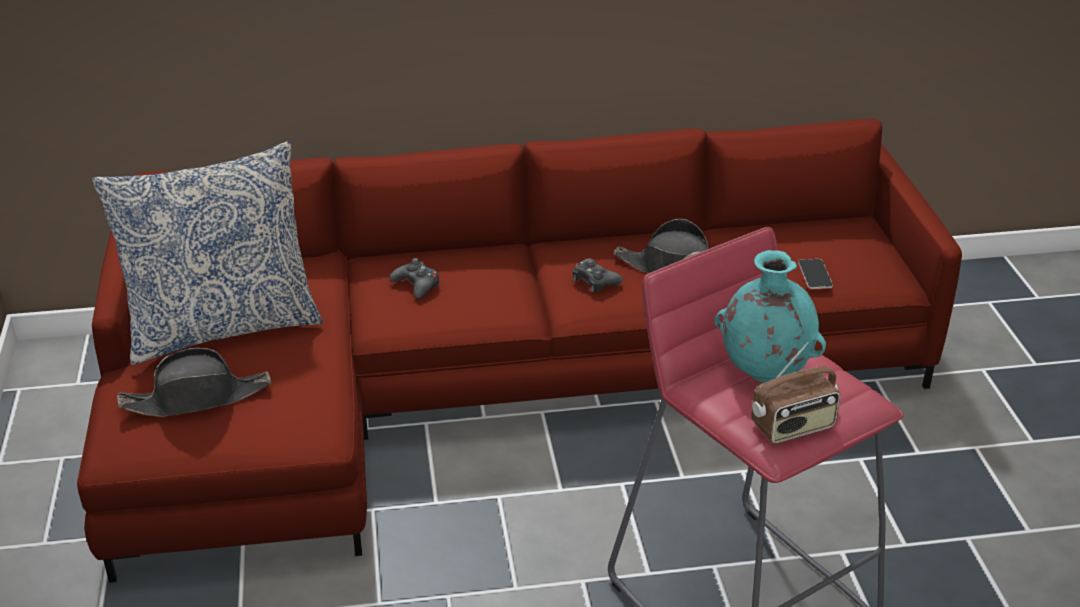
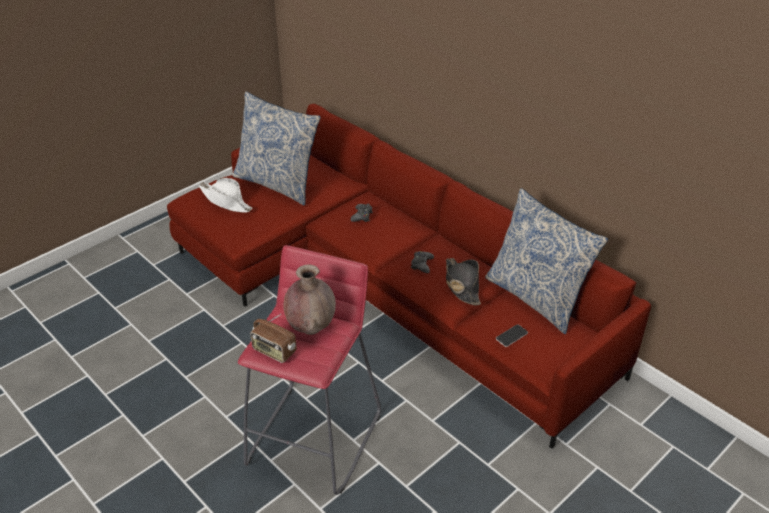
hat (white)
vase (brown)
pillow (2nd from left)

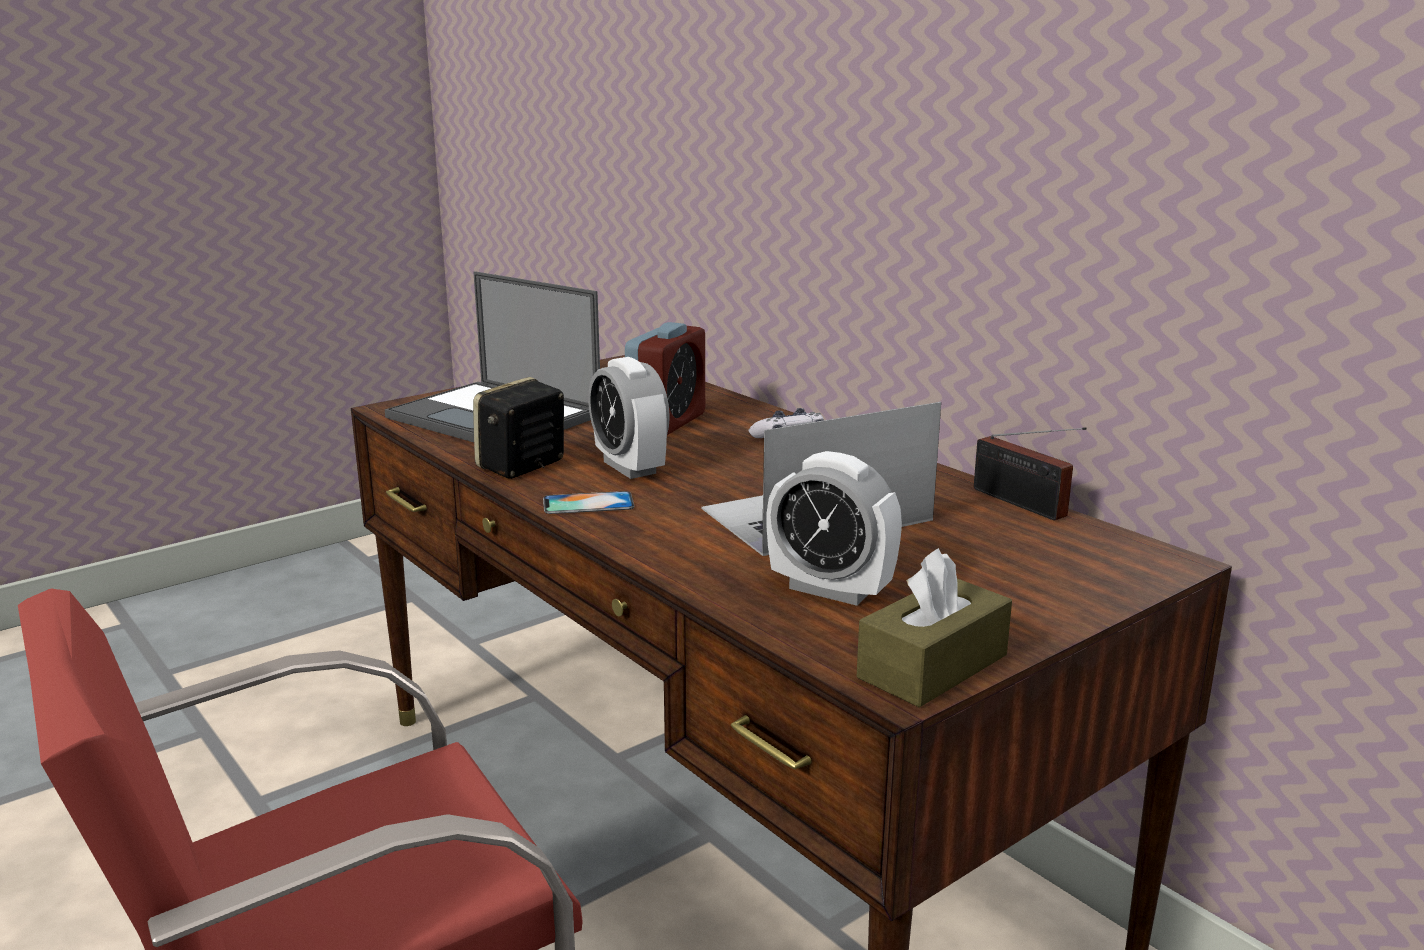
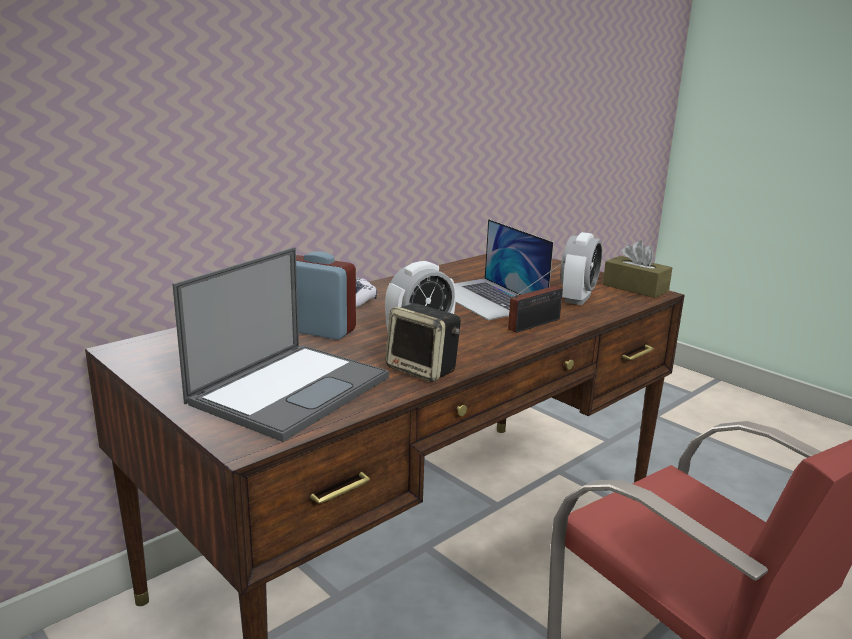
radio
phone

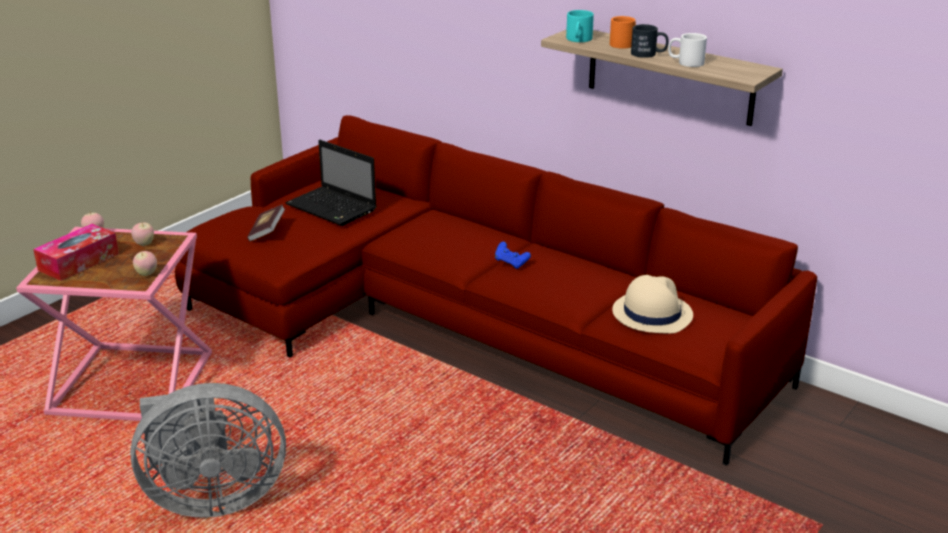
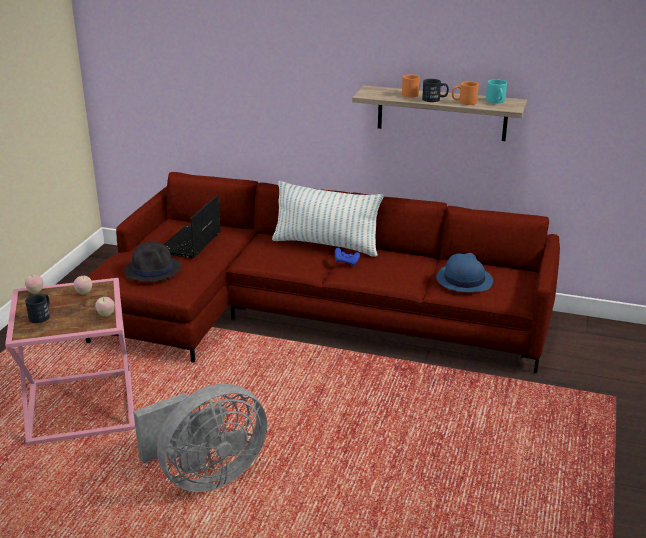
mug (black) (1st from left)
hat (black)
laptop
pillow
hat (blue)
mug (orange) (2nd from left)
mug (turquoise)

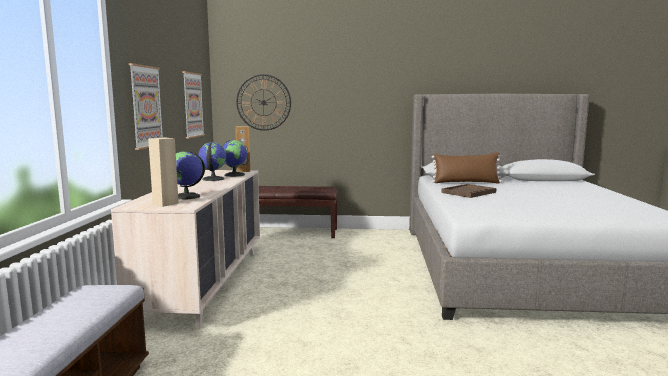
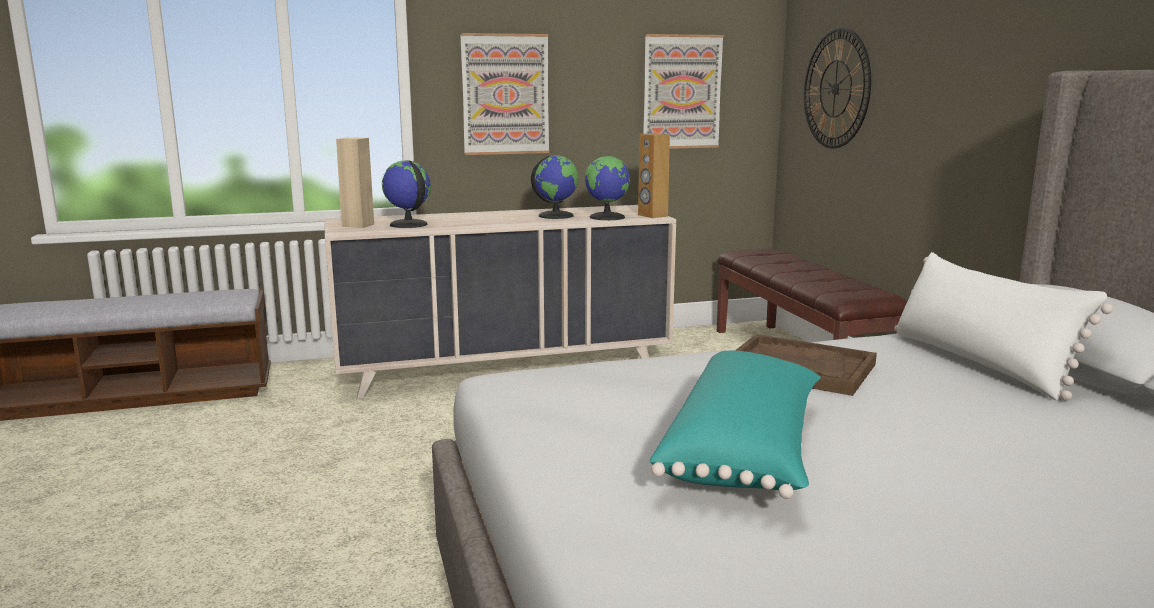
pillow (turquoise)
pillow (white)

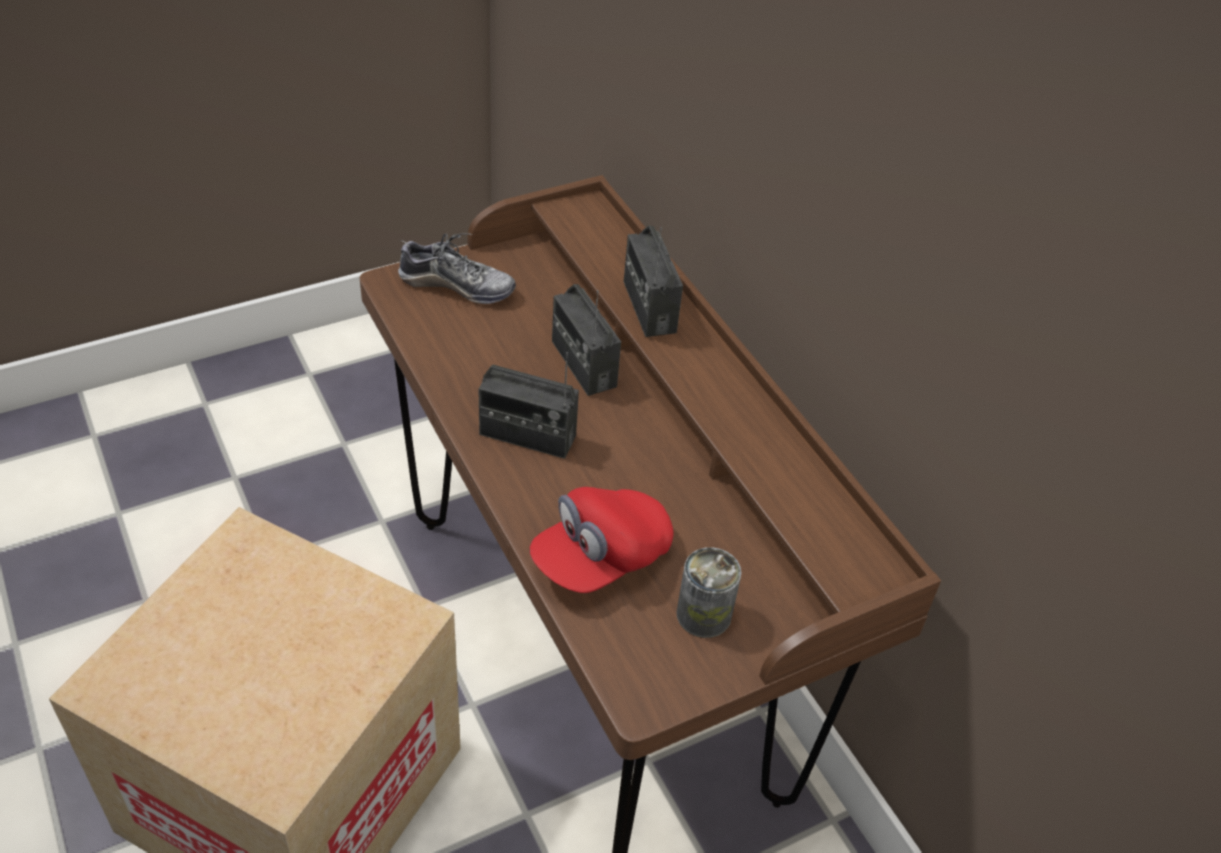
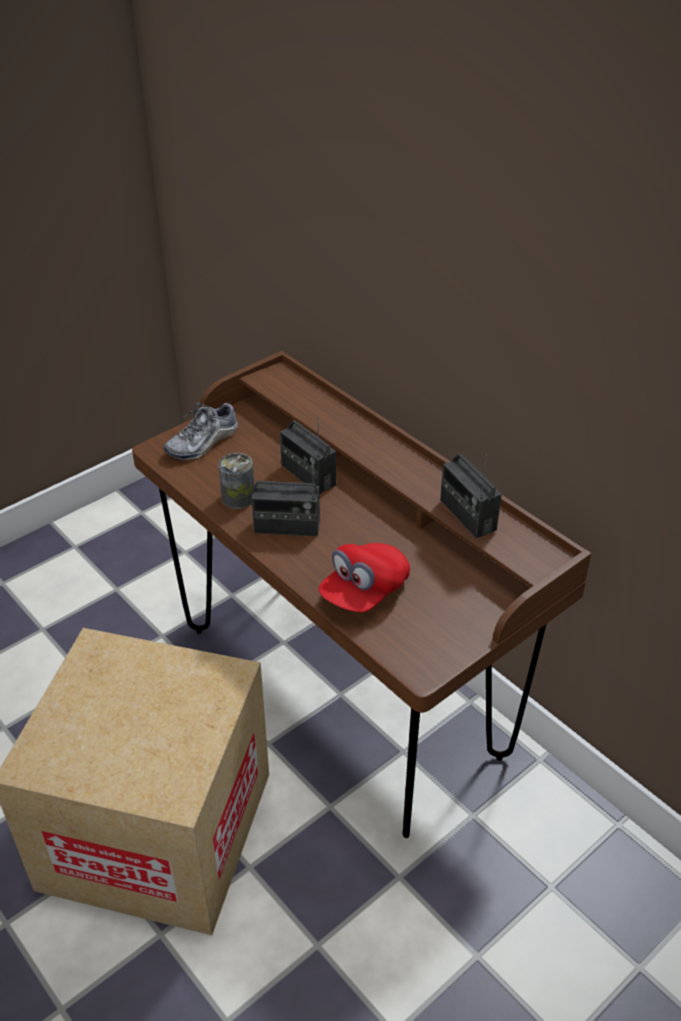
shoe
can
radio (3rd from left)

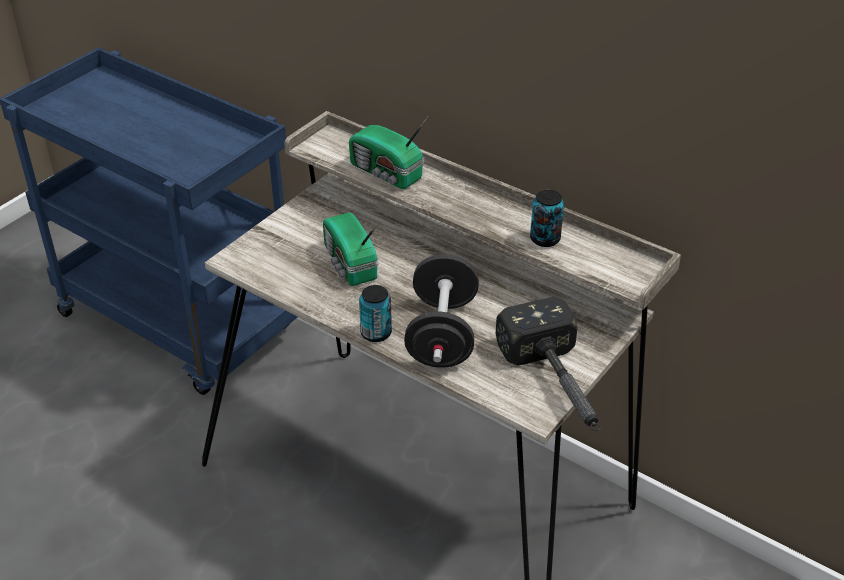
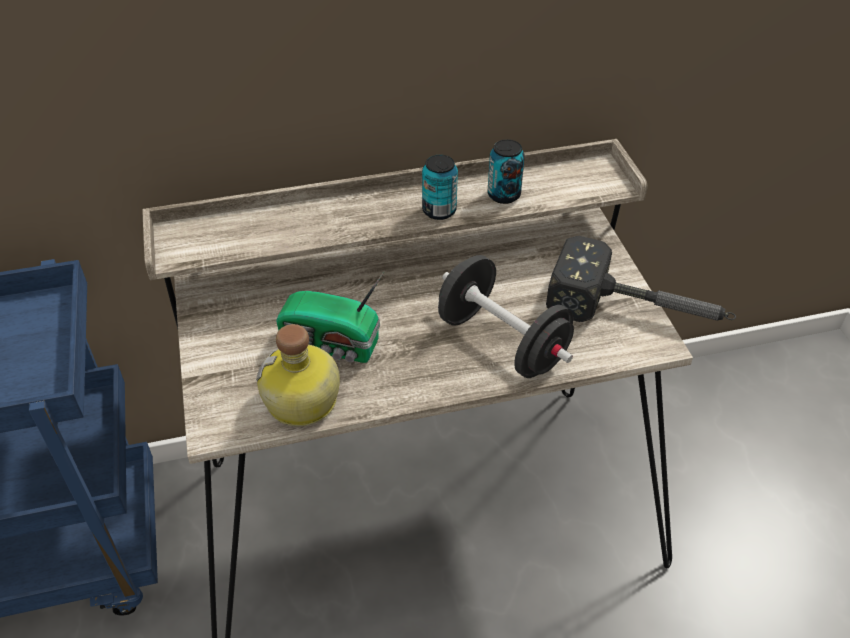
bottle
can (1st from left)
radio (2nd from left in the first image)

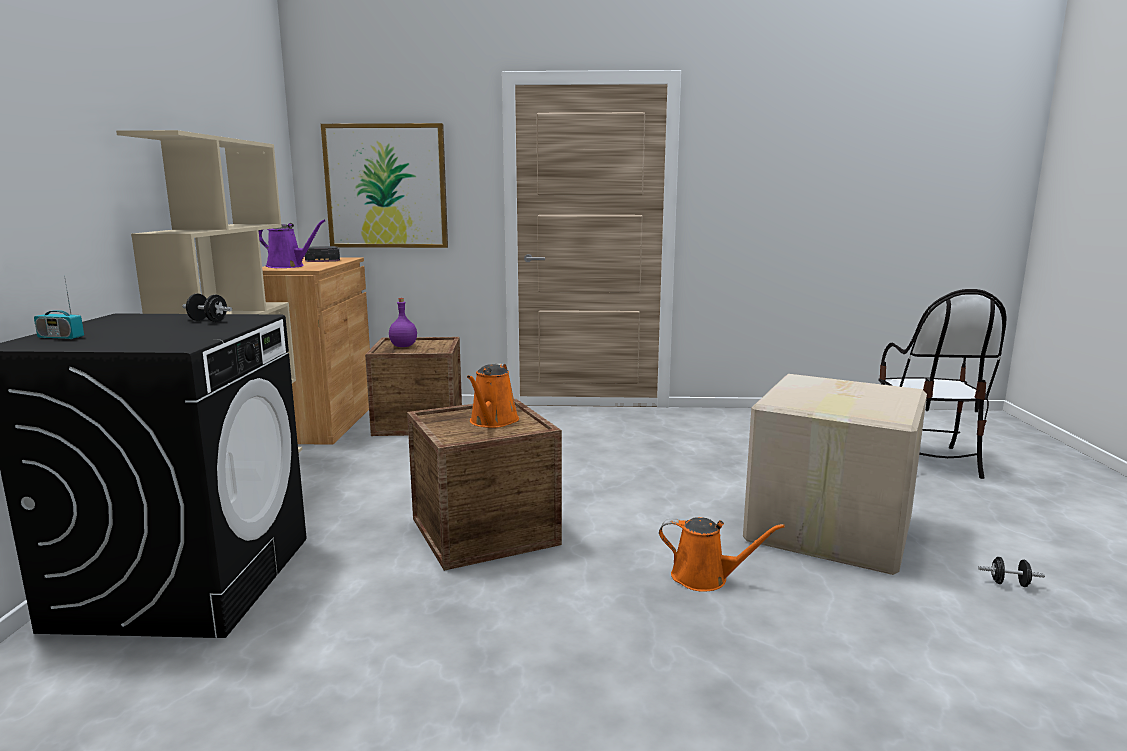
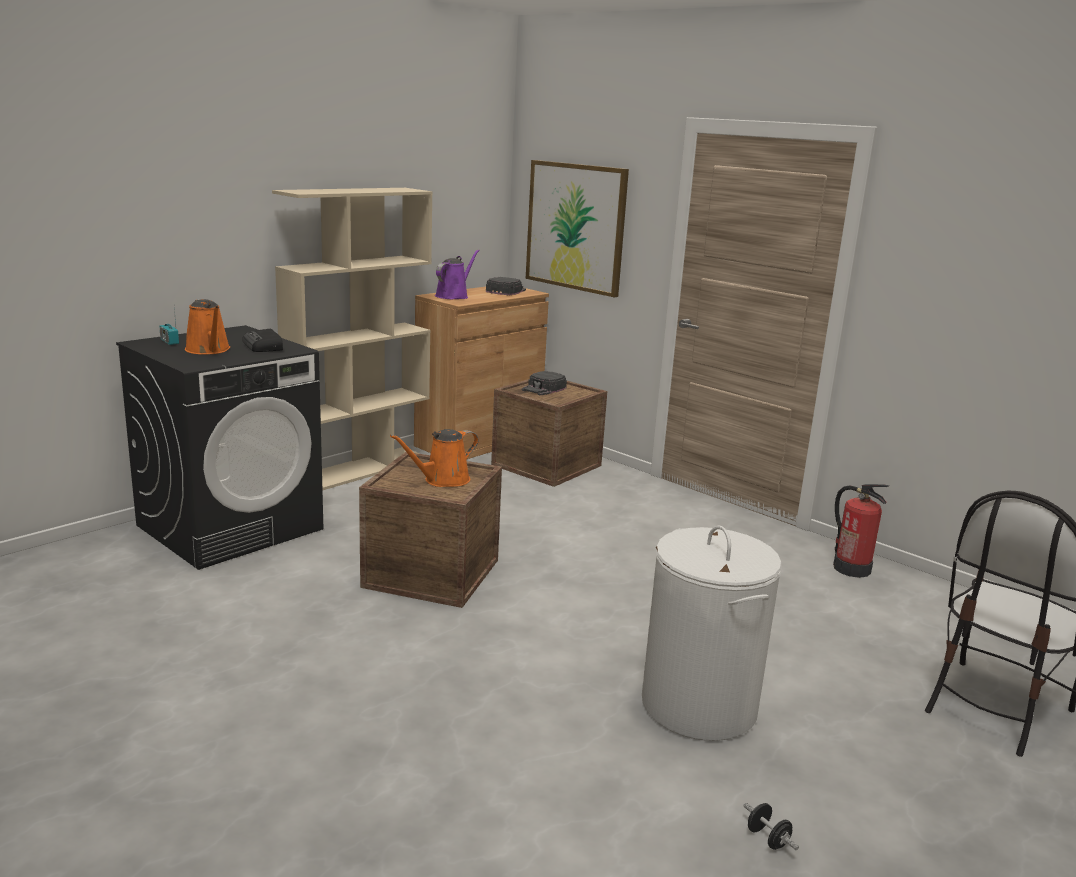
watering can (orange) (1st from left)
radio (2nd from left)
watering can (purple)
cap (black) (2nd from left)
laundry basket (white)
fire extinguisher

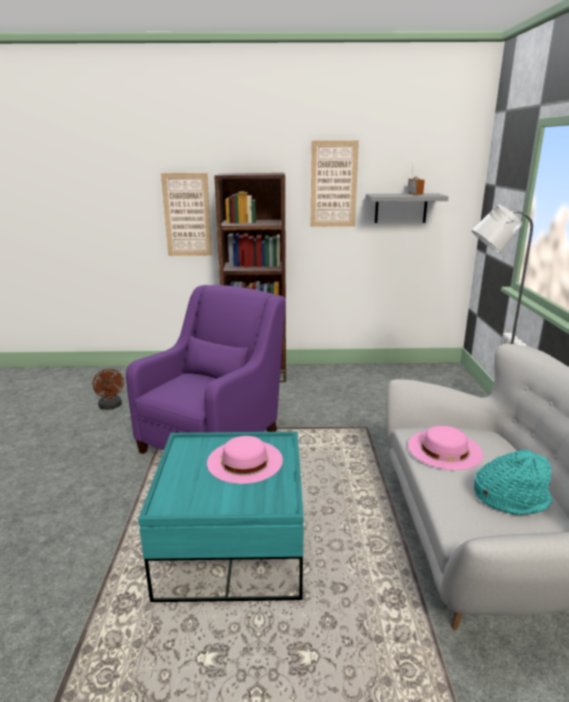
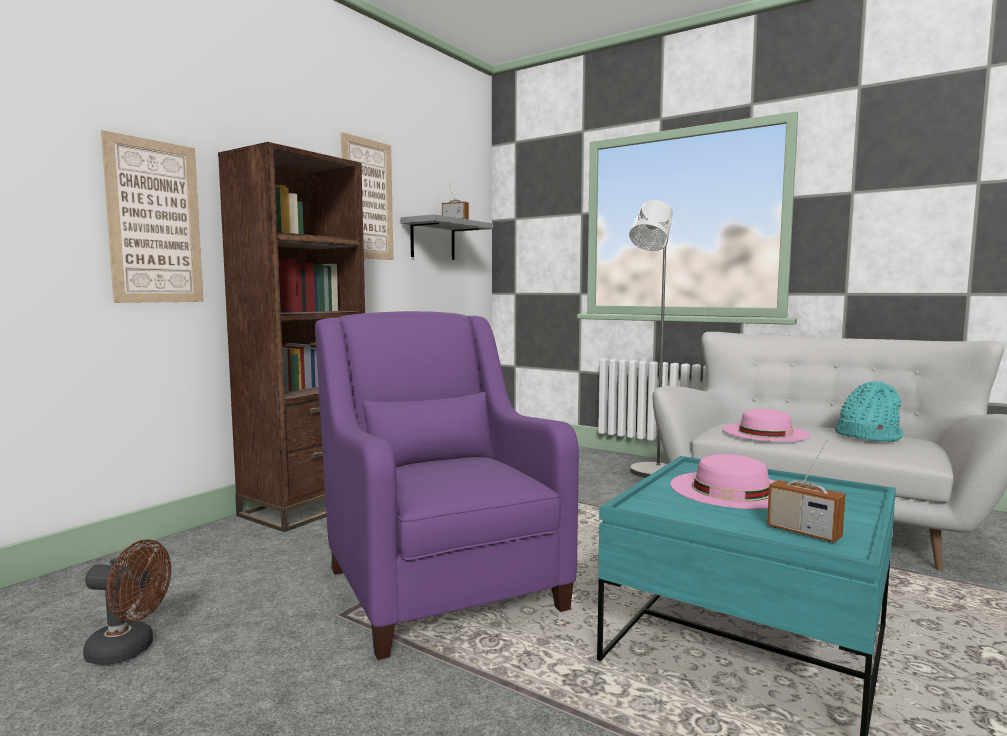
radio (2nd from left)

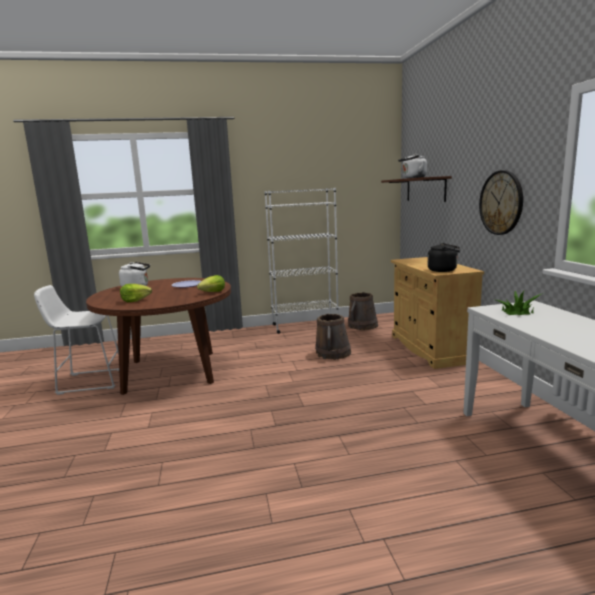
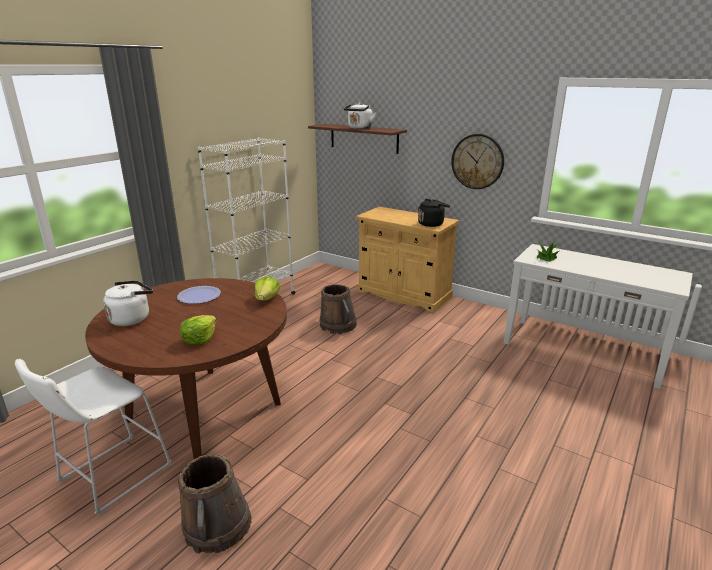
bucket (brown) (1st from left)

